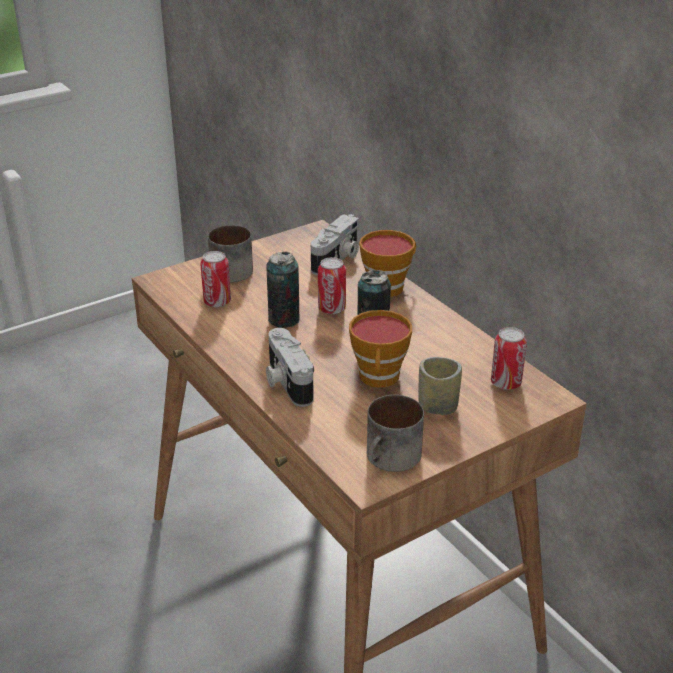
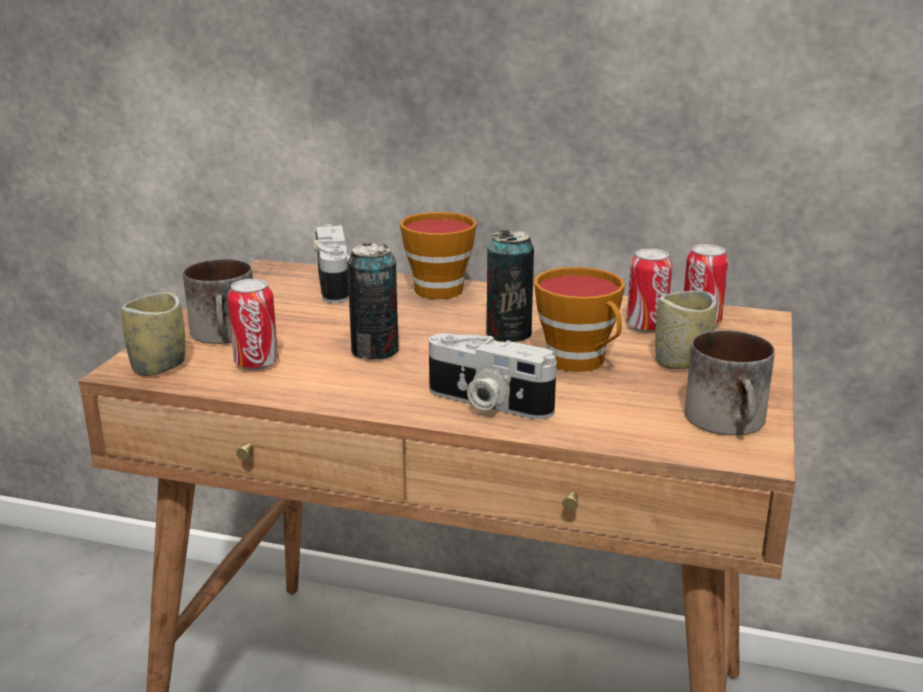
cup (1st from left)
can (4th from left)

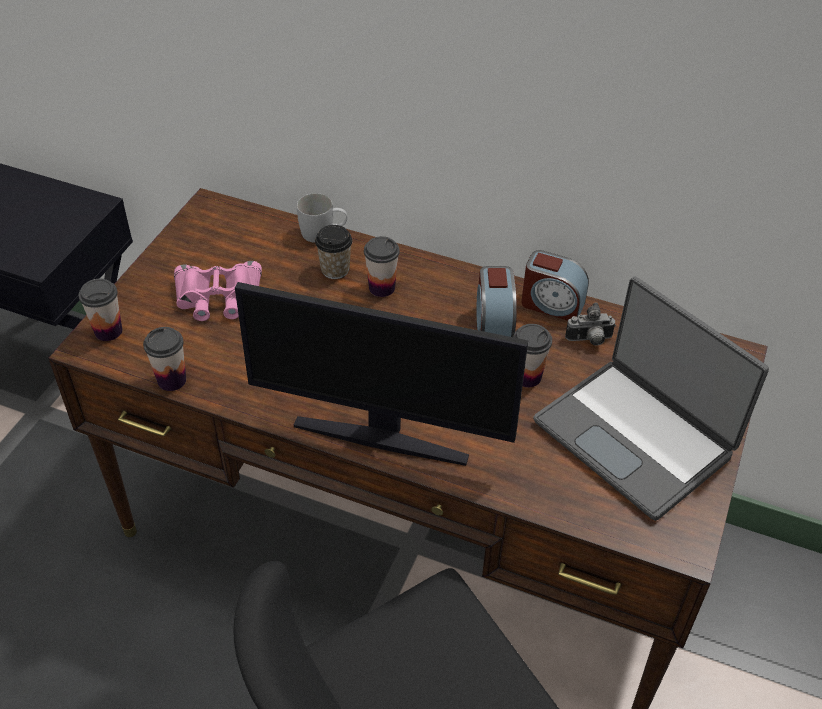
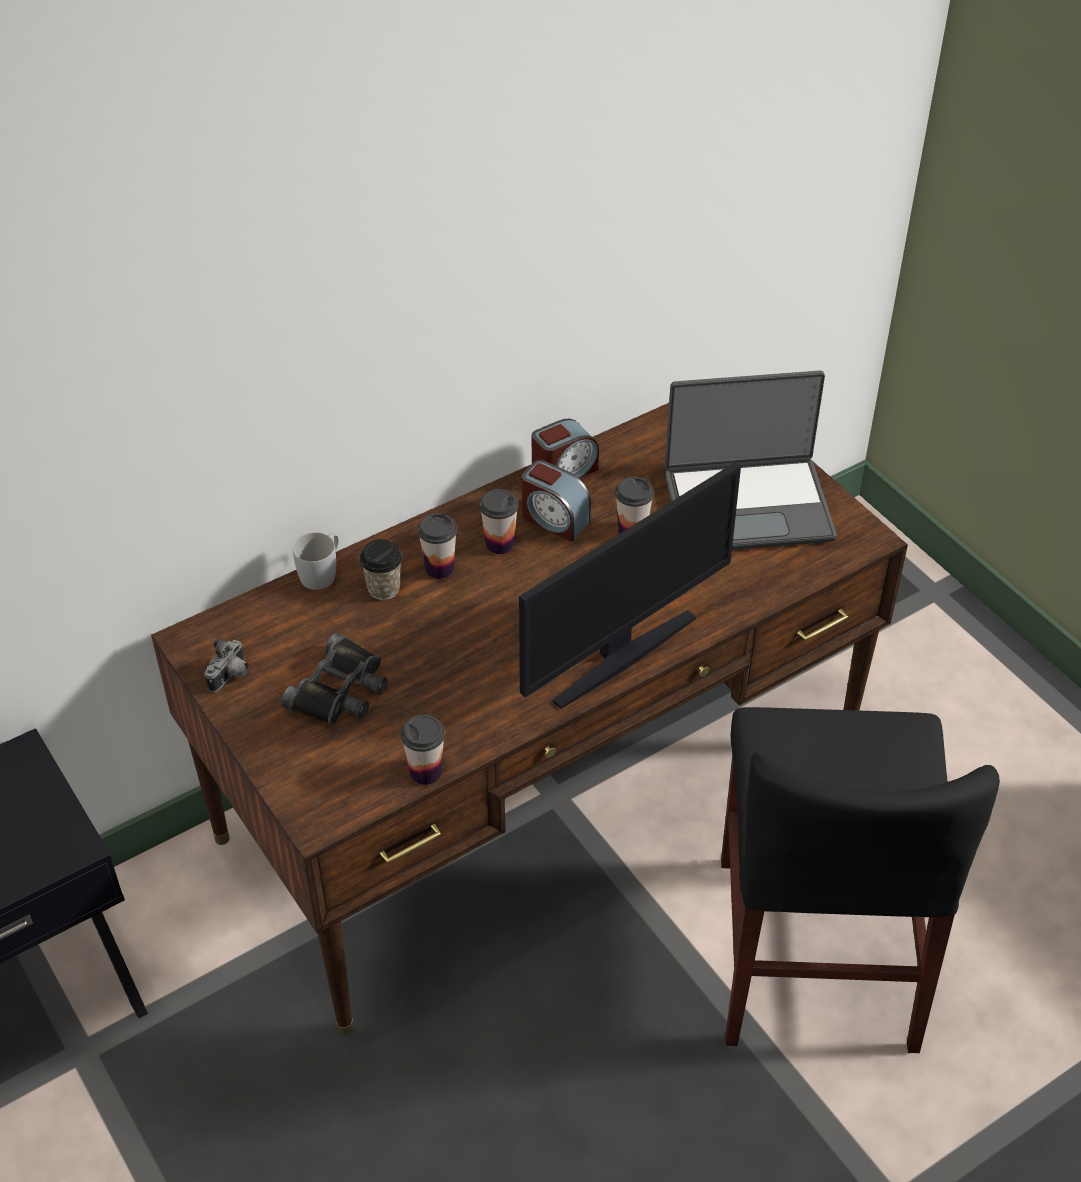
photo camera
binoculars (black)
cup (4th from left)

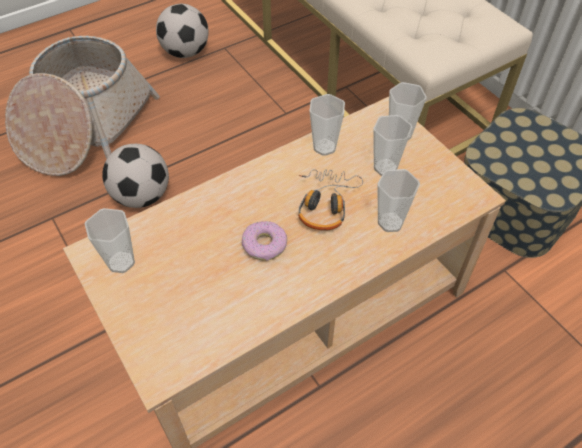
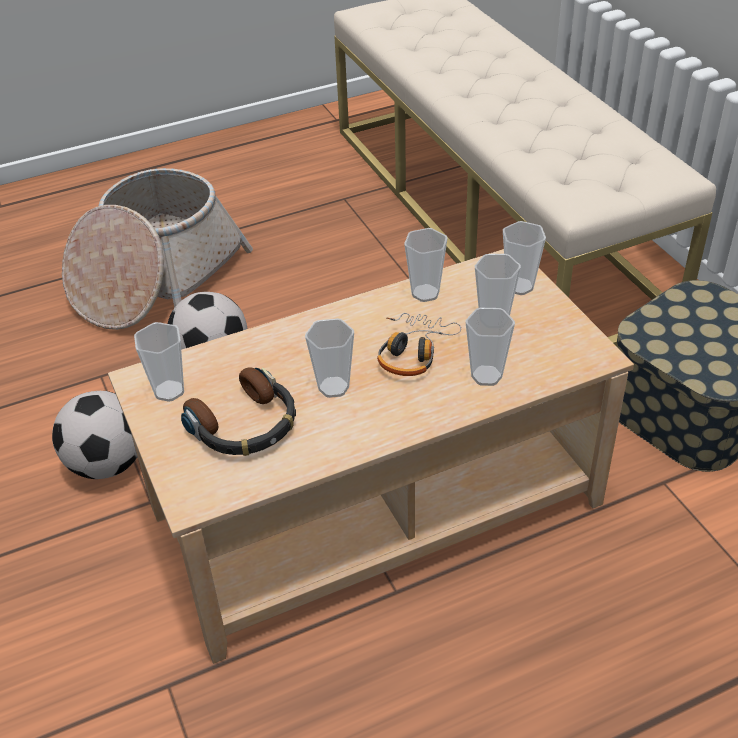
football (1st from left)
headphones (1st from left)
cup (2nd from left)

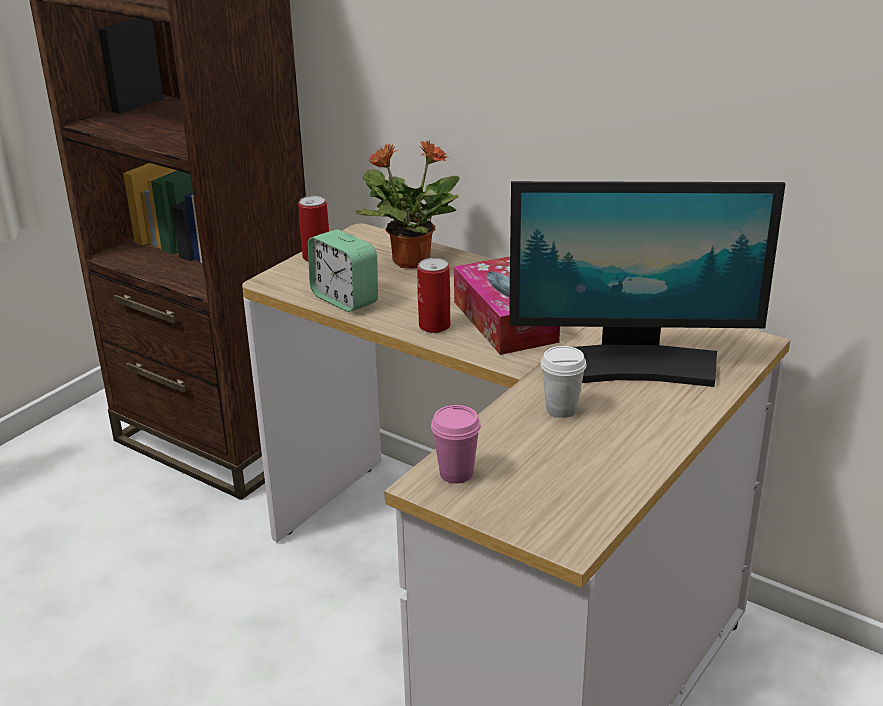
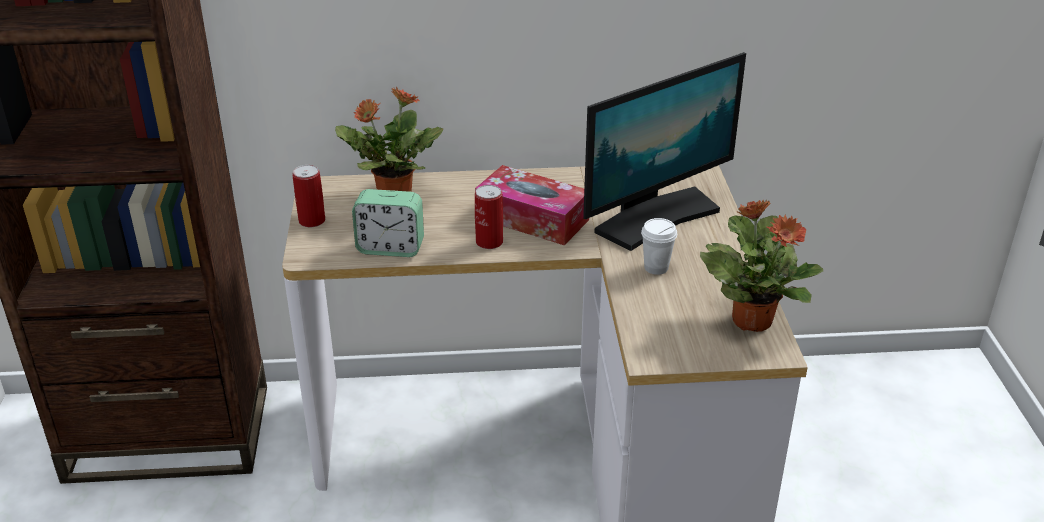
potted plant (2nd from left)
cup (pink)

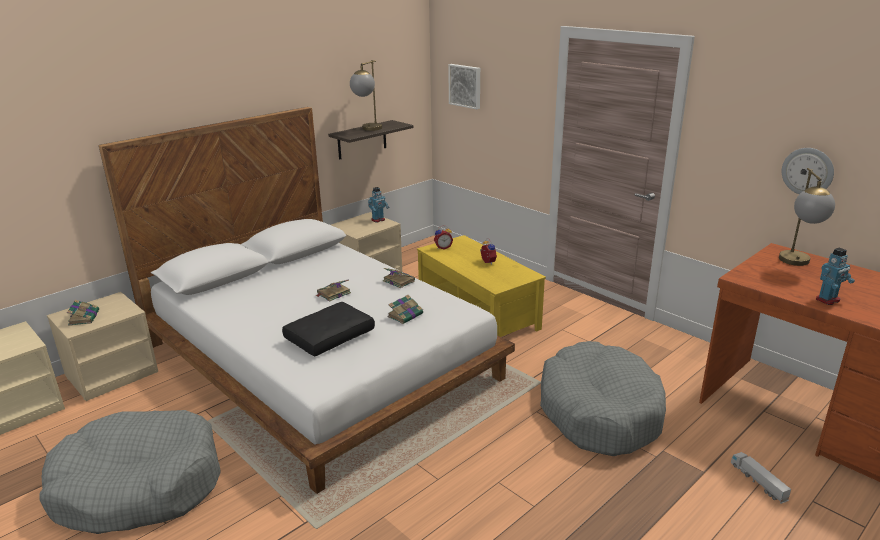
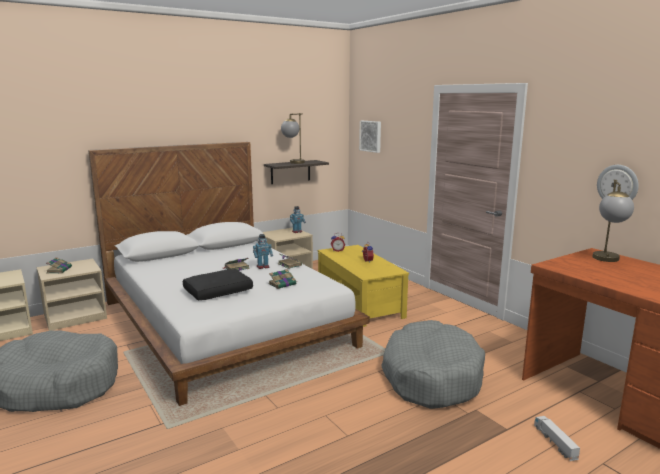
toy robot (1st from left)

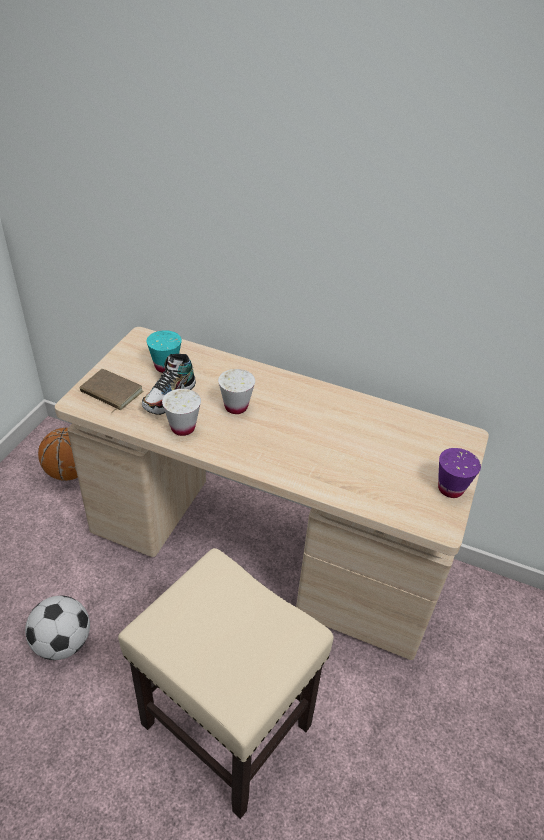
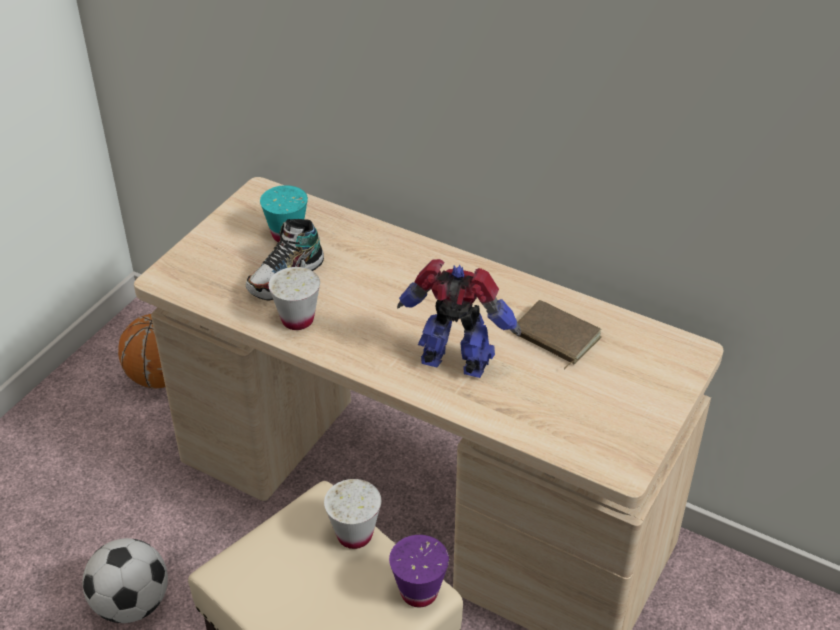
cup (white) (2nd from left)
cup (purple)
toy robot
book (brown)

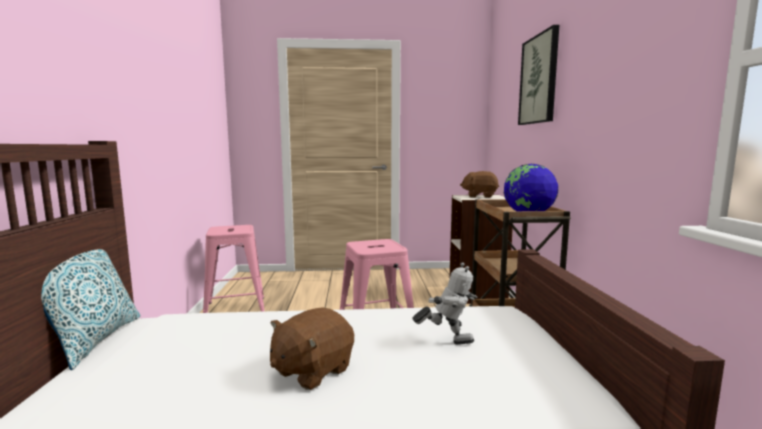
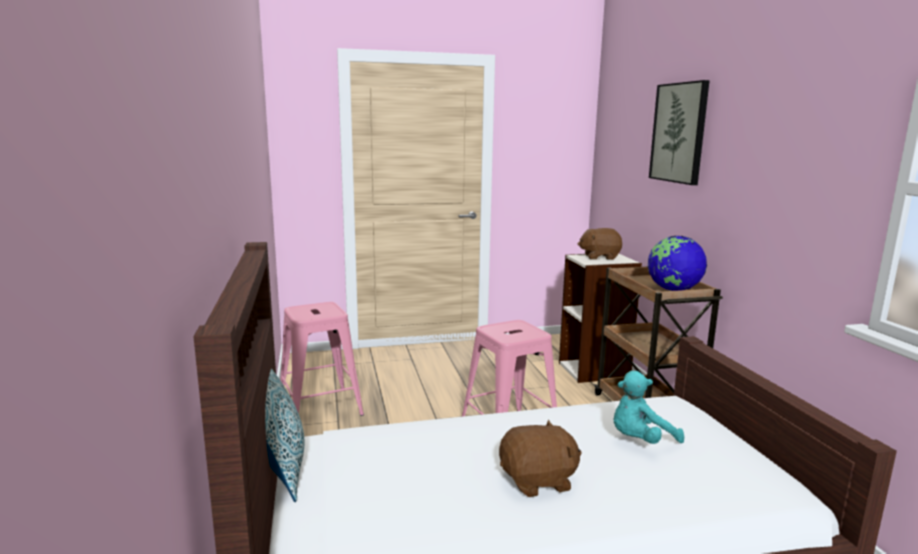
plush toy (brown) (1st from left)
plush toy (turquoise)

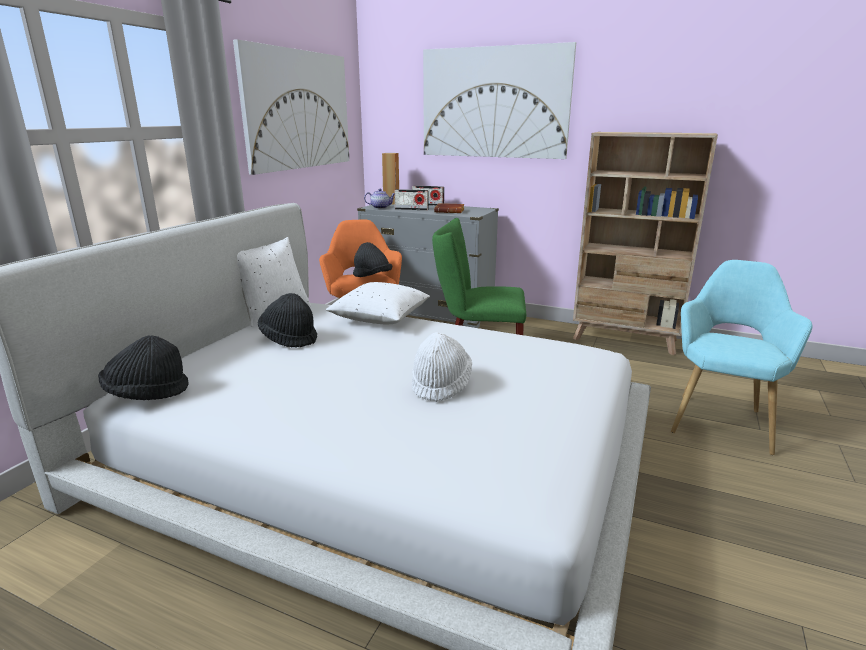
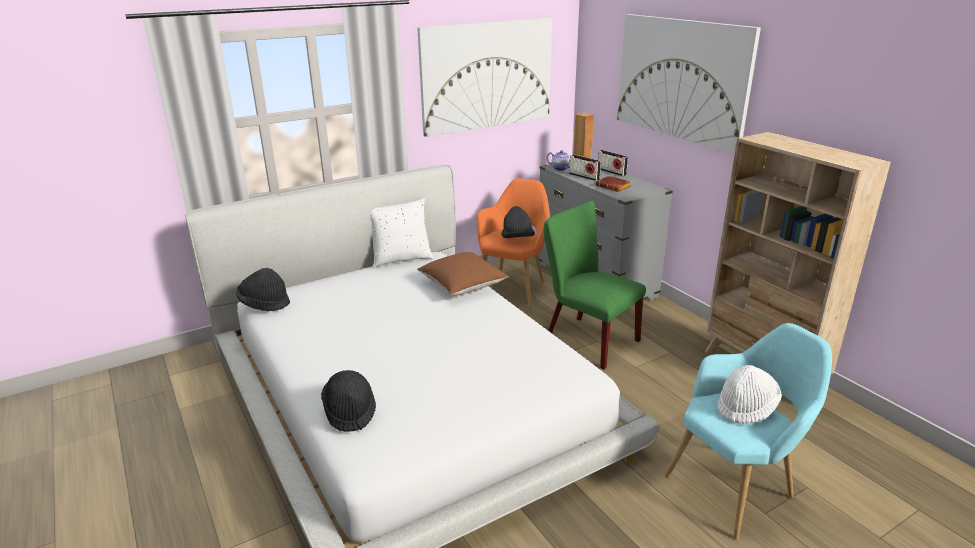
hat (black) (2nd from left)
pillow (brown)
hat (white)

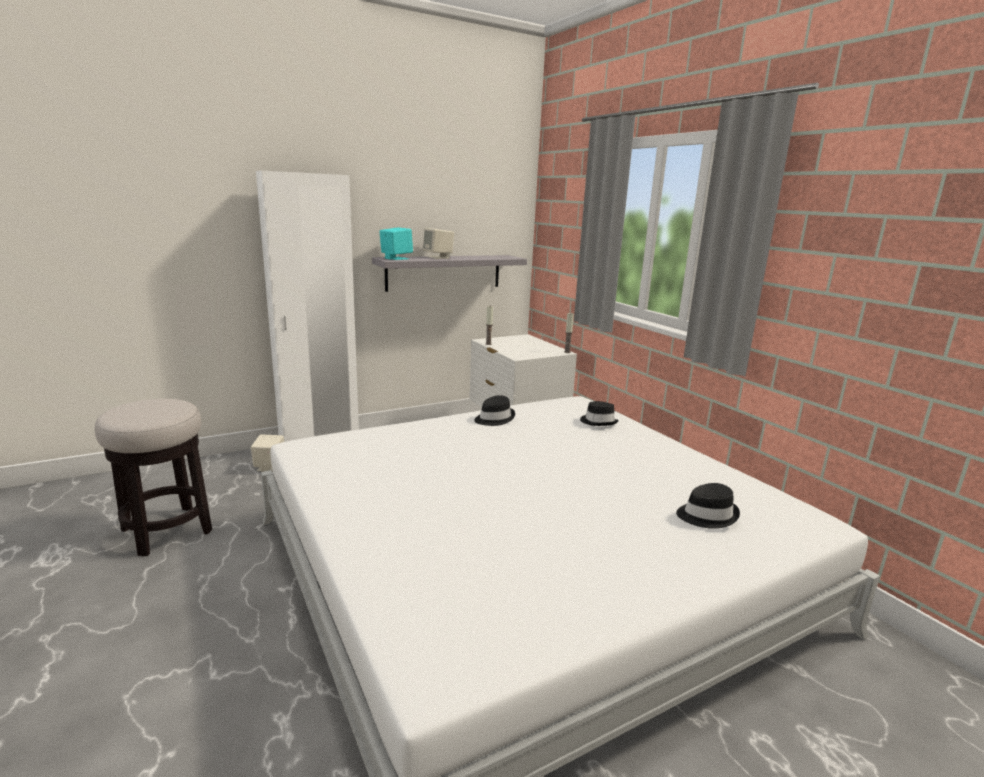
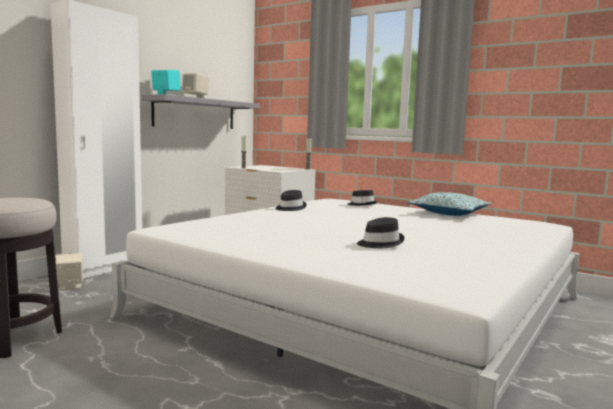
hat (black) (3rd from left)
pillow

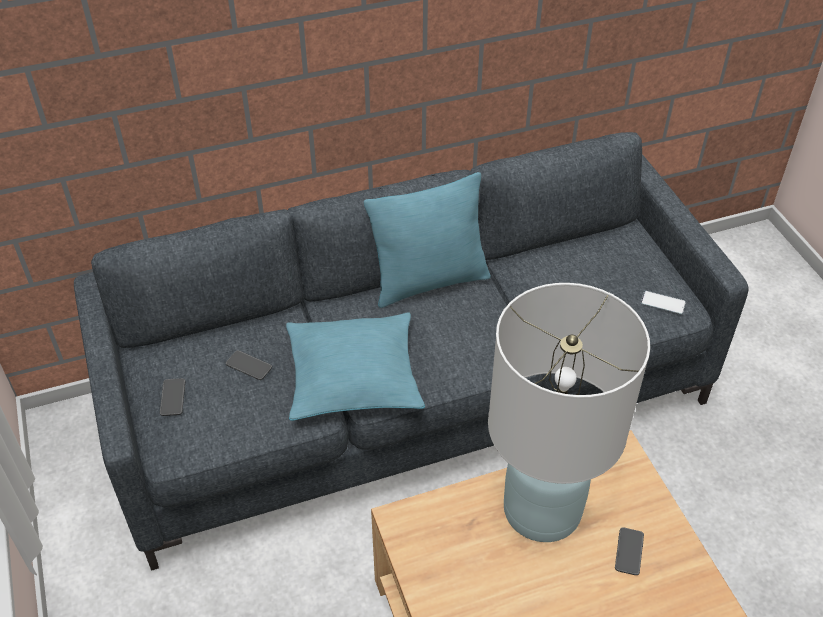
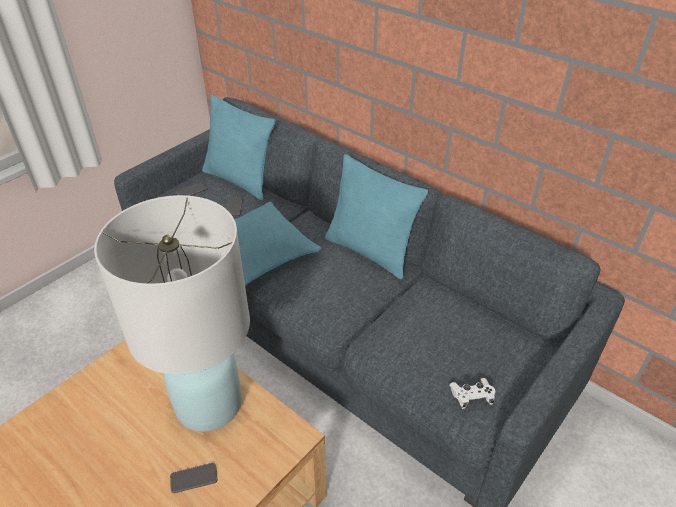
pillow (turquoise) (1st from left)
game controller (white)

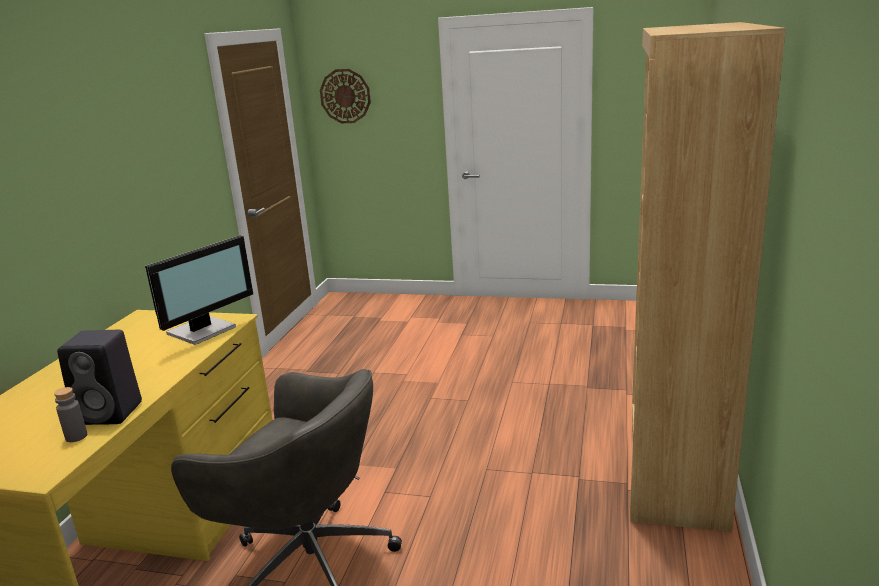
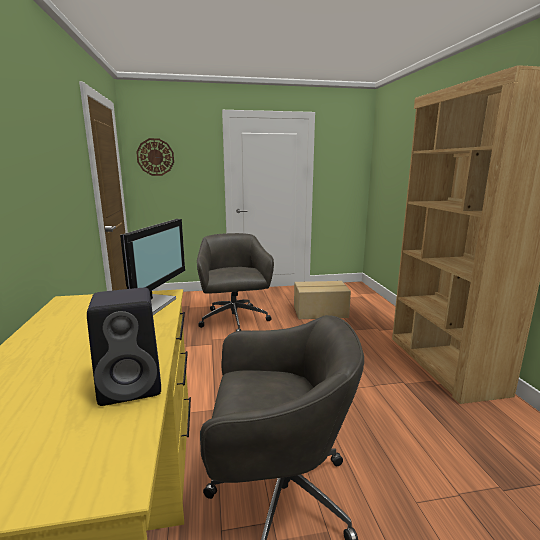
office chair (grey) (1st from left)
cardboard box
bottle (grey)

